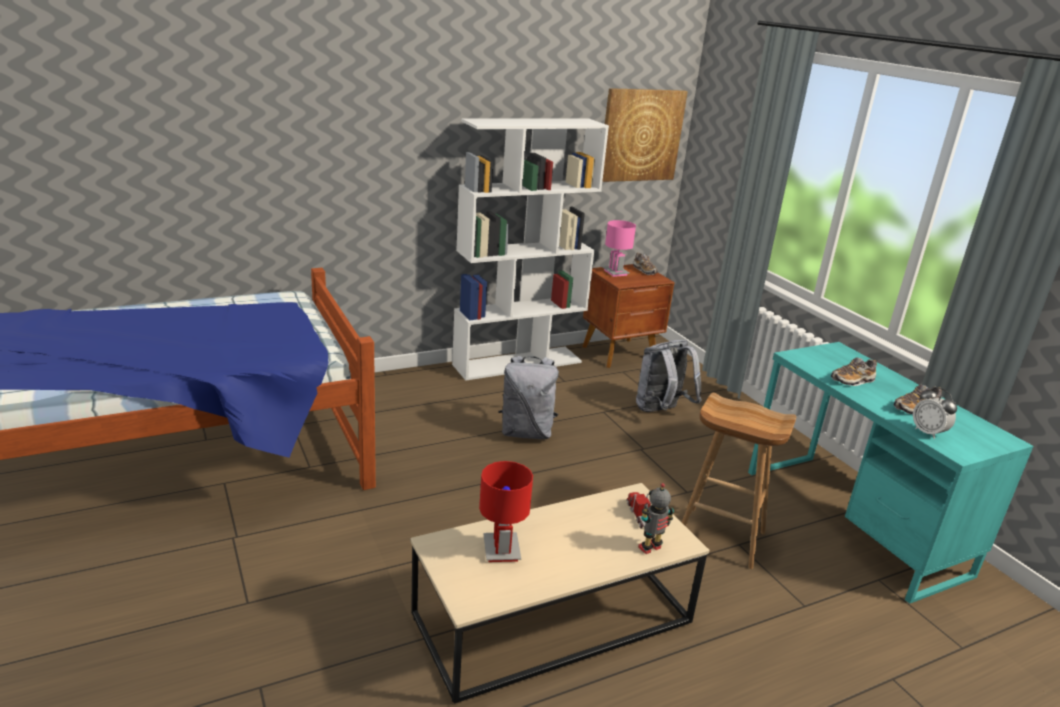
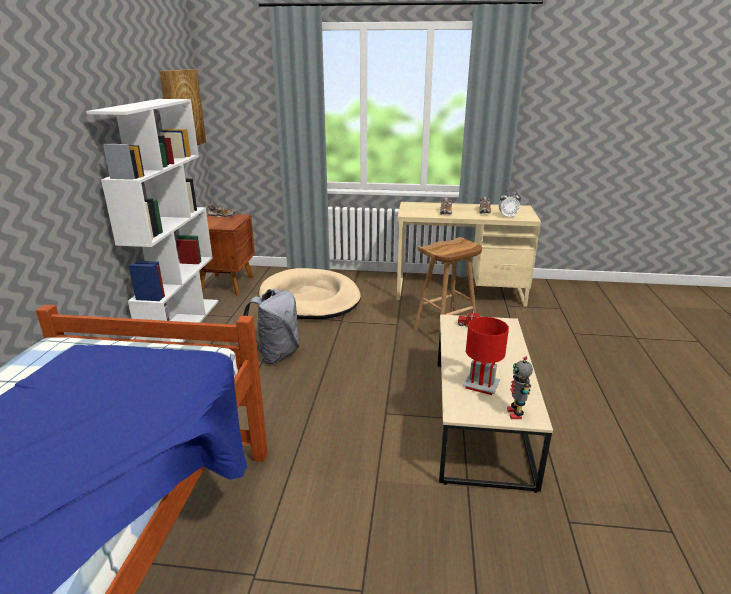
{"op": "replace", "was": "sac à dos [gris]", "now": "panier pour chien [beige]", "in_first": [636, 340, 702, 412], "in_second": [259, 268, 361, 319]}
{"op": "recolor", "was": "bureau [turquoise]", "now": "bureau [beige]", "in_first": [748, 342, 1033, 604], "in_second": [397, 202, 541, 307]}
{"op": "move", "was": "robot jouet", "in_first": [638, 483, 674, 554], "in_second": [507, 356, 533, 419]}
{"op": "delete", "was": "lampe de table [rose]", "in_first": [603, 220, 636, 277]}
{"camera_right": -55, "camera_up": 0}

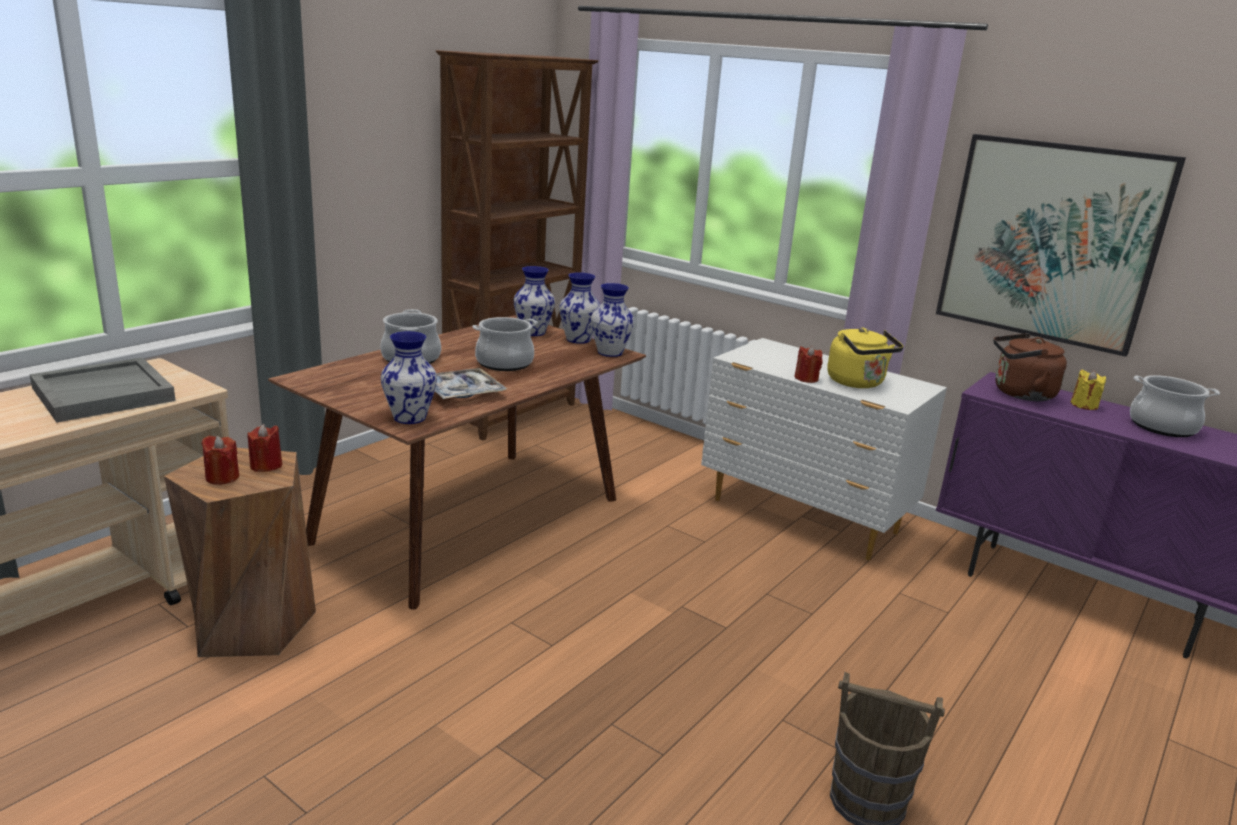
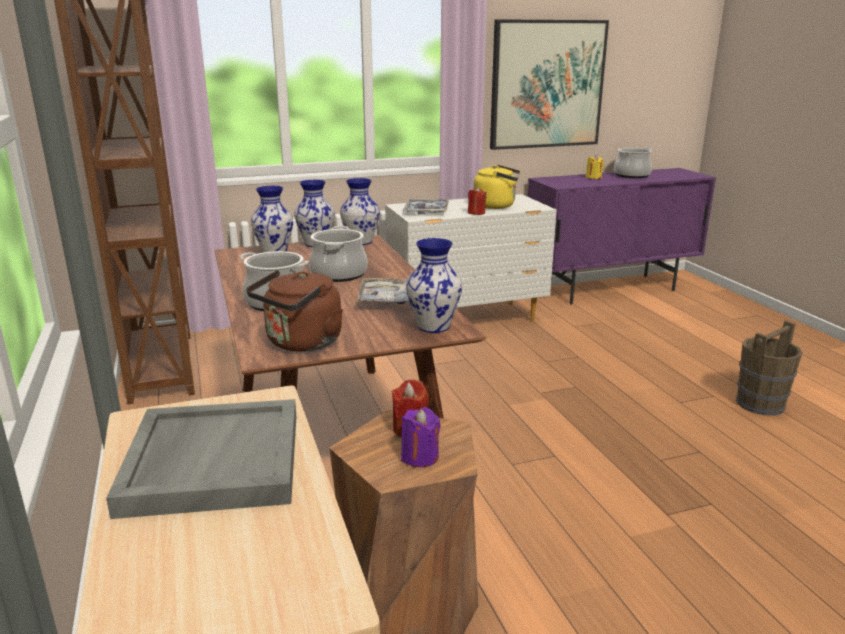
{"op": "move", "was": "bouilloire [marron]", "in_first": [994, 333, 1067, 401], "in_second": [246, 270, 343, 352]}
{"op": "recolor", "was": "bougie [rouge]", "now": "bougie [violet]", "in_first": [201, 436, 239, 485], "in_second": [401, 407, 441, 467]}
{"op": "insert", "now": "plateau", "in_second": [403, 199, 449, 214]}
{"camera_right": -55, "camera_up": 0}

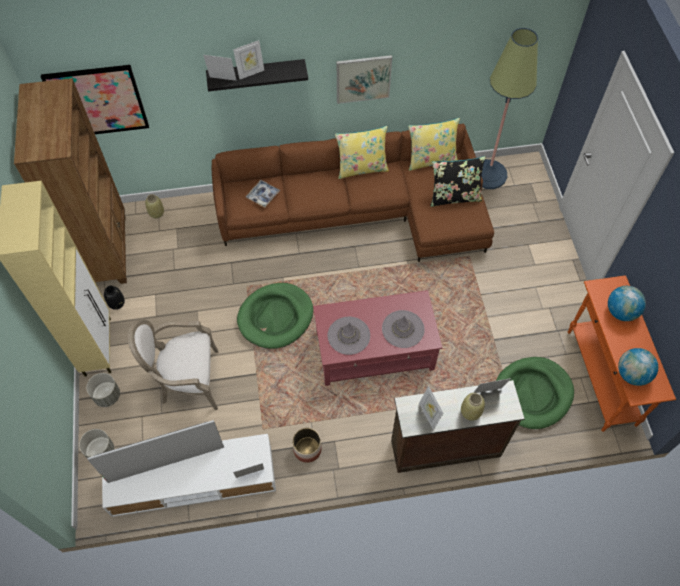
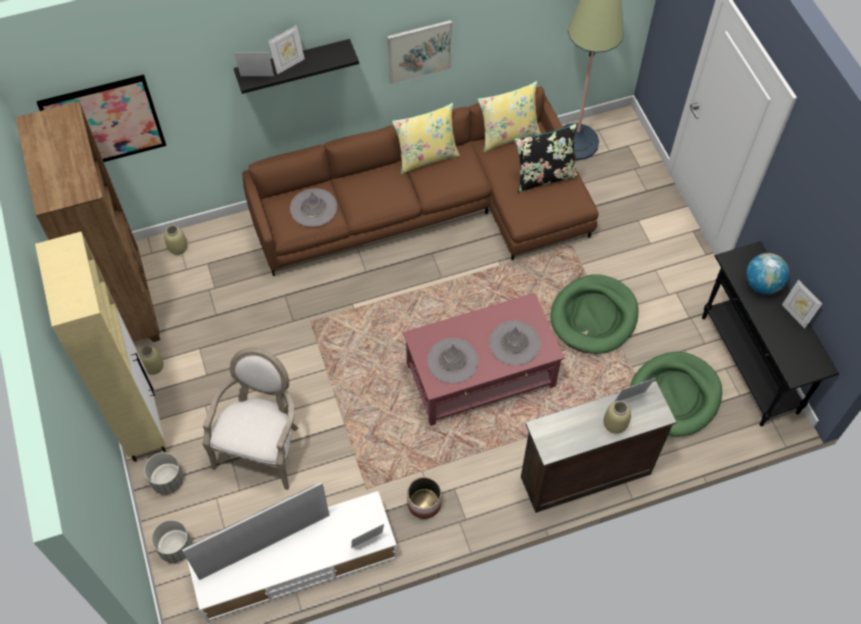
{"op": "recolor", "was": "vase [noir]", "now": "vase [beige]", "in_first": [104, 286, 125, 310], "in_second": [139, 346, 164, 375]}
{"op": "rotate", "was": "fauteuil", "in_first": [128, 319, 218, 410], "in_second": [202, 348, 298, 490], "clockwise": 120}
{"op": "replace", "was": "plateau", "now": "chapeau [gris]", "in_first": [246, 180, 281, 208], "in_second": [290, 188, 337, 227]}
{"op": "move", "was": "panier pour chien [vert]", "in_first": [237, 283, 313, 349], "in_second": [551, 274, 638, 354]}
{"op": "recolor", "was": "table console [orange]", "now": "table console [noir]", "in_first": [568, 275, 676, 432], "in_second": [702, 241, 839, 426]}
{"op": "move", "was": "cadre photo", "in_first": [419, 386, 443, 430], "in_second": [782, 280, 822, 328]}
{"op": "delete", "was": "globe", "in_first": [618, 348, 658, 386]}
{"camera_right": -10, "camera_up": 0}

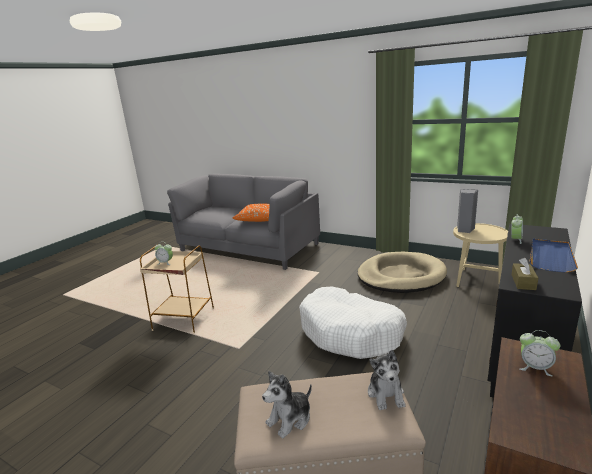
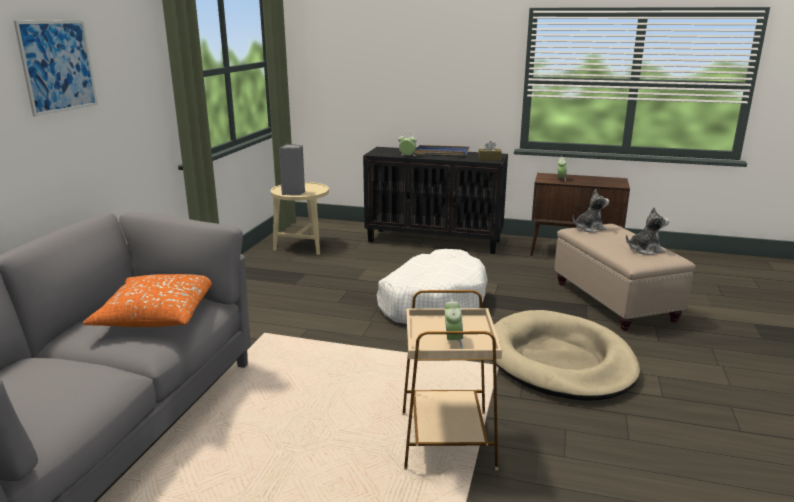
{"op": "insert", "now": "tableau", "in_second": [14, 20, 98, 117]}
{"op": "move", "was": "panier pour chien [beige]", "in_first": [358, 252, 447, 293], "in_second": [492, 310, 640, 401]}
{"op": "rotate", "was": "peluche", "in_first": [262, 371, 312, 438], "in_second": [626, 207, 669, 255], "clockwise": -45}
{"camera_right": -105, "camera_up": 0}

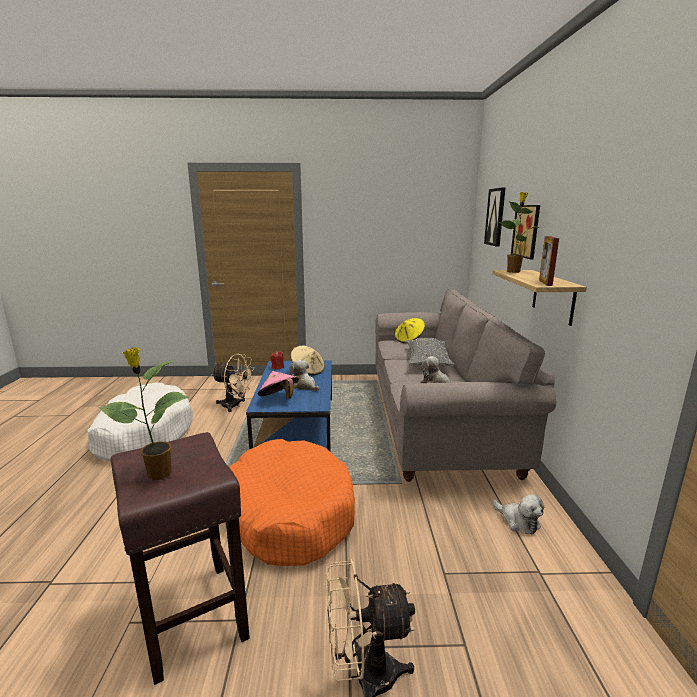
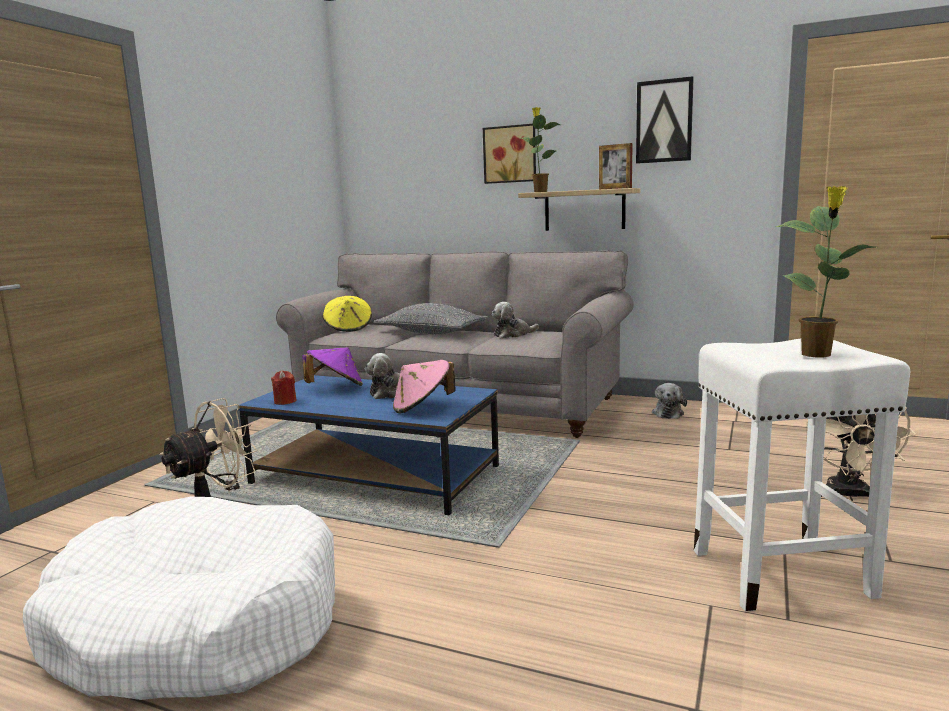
{"op": "recolor", "was": "chapeau [beige]", "now": "chapeau [violet]", "in_first": [291, 346, 325, 375], "in_second": [302, 347, 363, 386]}
{"op": "move", "was": "tableau", "in_first": [484, 187, 506, 247], "in_second": [636, 76, 694, 164]}
{"op": "rotate", "was": "peluche", "in_first": [493, 494, 544, 534], "in_second": [652, 383, 687, 419], "clockwise": 120}
{"op": "recolor", "was": "tabouret [marron]", "now": "tabouret [blanc]", "in_first": [111, 432, 250, 685], "in_second": [694, 339, 910, 612]}
{"op": "delete", "was": "panier pour chien [orange]", "in_first": [224, 439, 355, 566]}
{"camera_right": -65, "camera_up": -5}

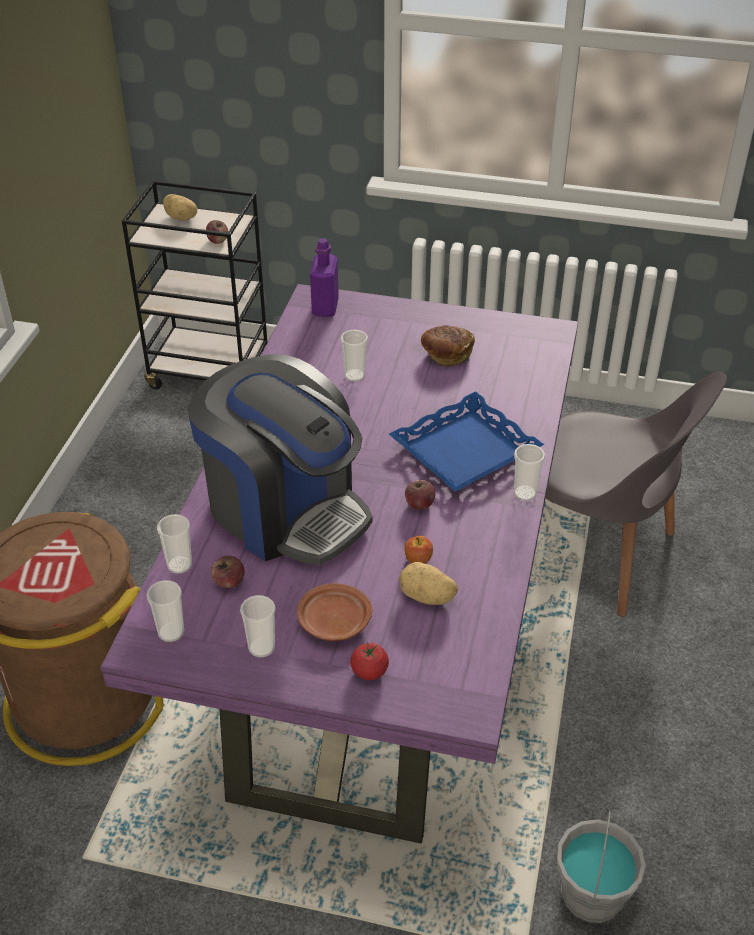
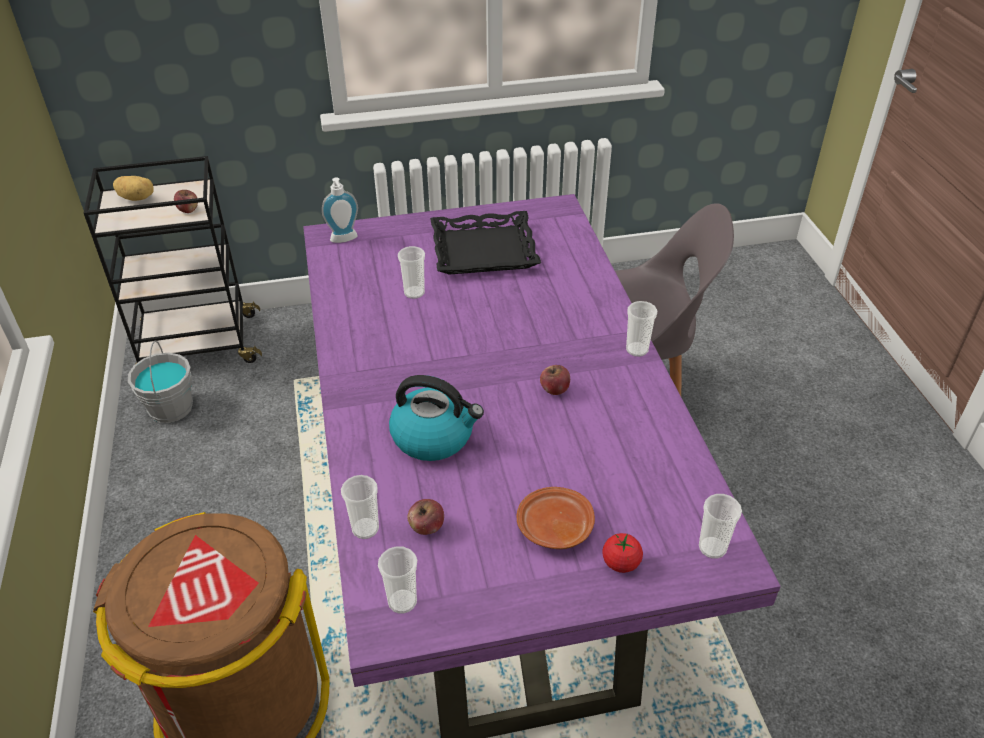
{"op": "move", "was": "seau [gris]", "in_first": [557, 811, 646, 923], "in_second": [128, 341, 193, 423]}
{"op": "replace", "was": "bouteille [violet]", "now": "distributeur de savon", "in_first": [310, 238, 339, 317], "in_second": [322, 177, 358, 243]}
{"op": "replace", "was": "machine à café", "now": "bouilloire", "in_first": [187, 354, 372, 565], "in_second": [389, 375, 484, 461]}
{"op": "replace", "was": "pain", "now": "plateau [noir]", "in_first": [421, 325, 475, 367], "in_second": [430, 211, 541, 275]}
{"op": "move", "was": "tasse", "in_first": [240, 595, 276, 658], "in_second": [699, 494, 742, 559]}
{"op": "delete", "was": "plateau [bleu]", "in_first": [389, 391, 544, 492]}
{"op": "delete", "was": "pomme de terre", "in_first": [399, 562, 458, 605]}
{"op": "delete", "was": "pomme", "in_first": [404, 536, 433, 564]}
{"camera_right": -25, "camera_up": 0}

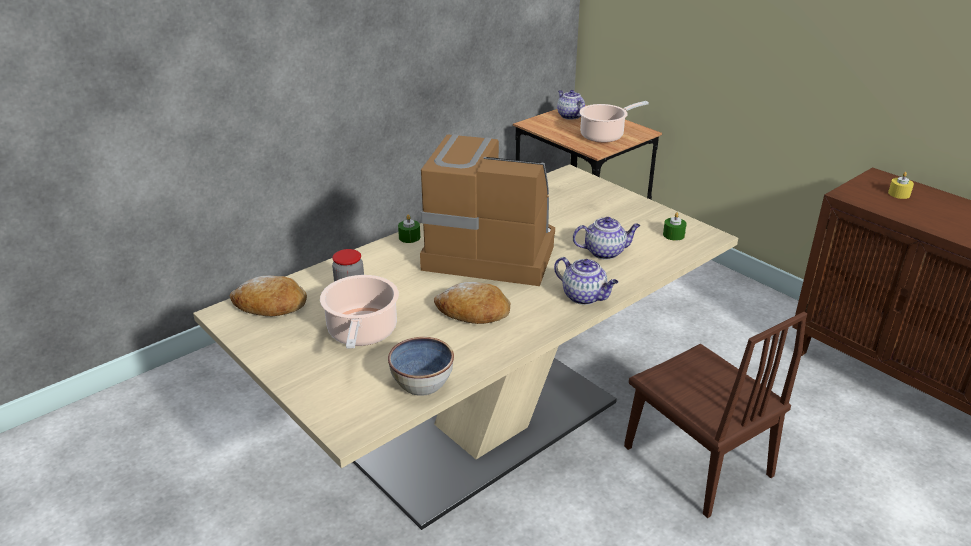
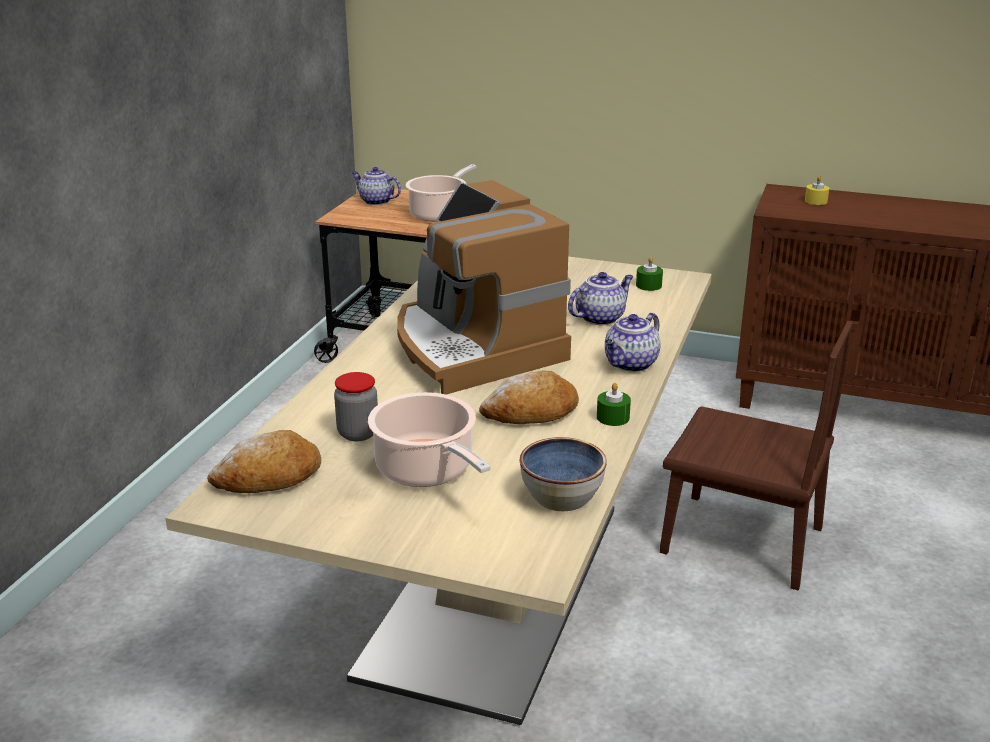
{"op": "rotate", "was": "machine à café", "in_first": [420, 134, 555, 286], "in_second": [397, 180, 571, 395], "clockwise": -105}
{"op": "move", "was": "bougie [vert]", "in_first": [398, 214, 420, 243], "in_second": [597, 383, 631, 426]}
{"op": "rotate", "was": "théière", "in_first": [554, 257, 618, 305], "in_second": [605, 313, 661, 372], "clockwise": 120}
{"camera_right": -30, "camera_up": -5}

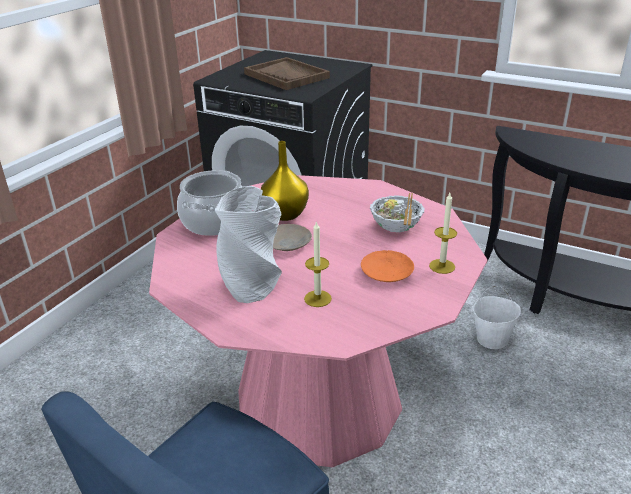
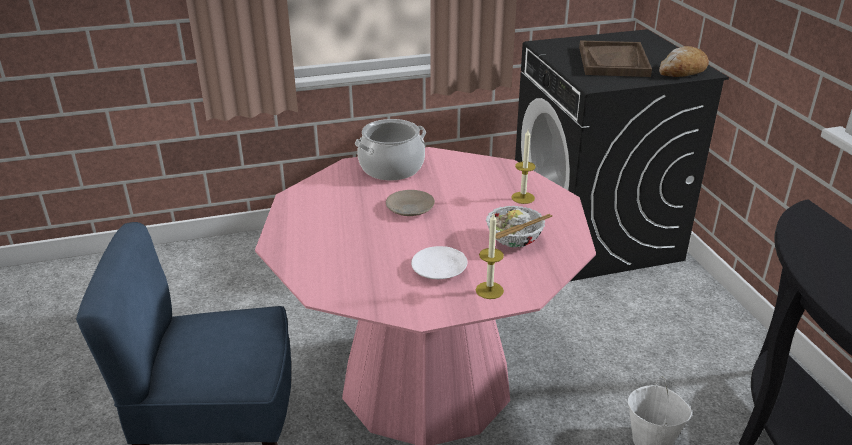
{"op": "recolor", "was": "assiette [orange]", "now": "assiette [blanc]", "in_first": [361, 250, 414, 282], "in_second": [411, 246, 468, 279]}
{"op": "move", "was": "bougie", "in_first": [304, 221, 332, 307], "in_second": [511, 130, 536, 204]}
{"op": "insert", "now": "pain", "in_second": [659, 46, 709, 77]}
{"op": "delete", "was": "vase [gris]", "in_first": [215, 186, 282, 303]}
{"op": "delete", "was": "vase [jaune]", "in_first": [261, 141, 309, 221]}
{"camera_right": 45, "camera_up": 0}

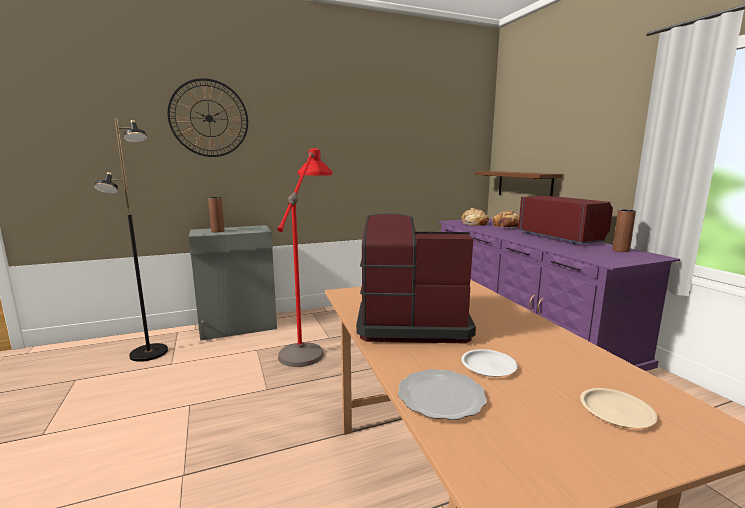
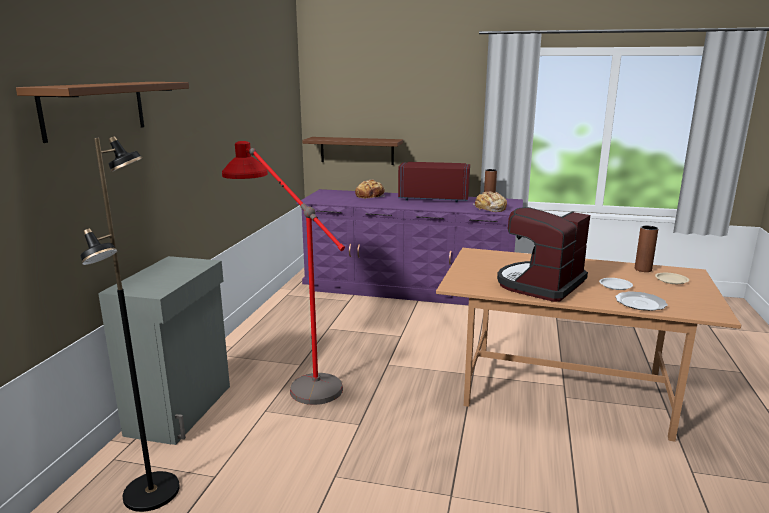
{"op": "replace", "was": "horloge murale", "now": "étagère [marron]", "in_first": [167, 78, 248, 157], "in_second": [16, 82, 189, 143]}
{"op": "move", "was": "pain", "in_first": [461, 208, 489, 226], "in_second": [473, 192, 507, 212]}
{"op": "move", "was": "vase [marron]", "in_first": [208, 197, 224, 232], "in_second": [635, 225, 658, 272]}
{"camera_right": -55, "camera_up": 5}

